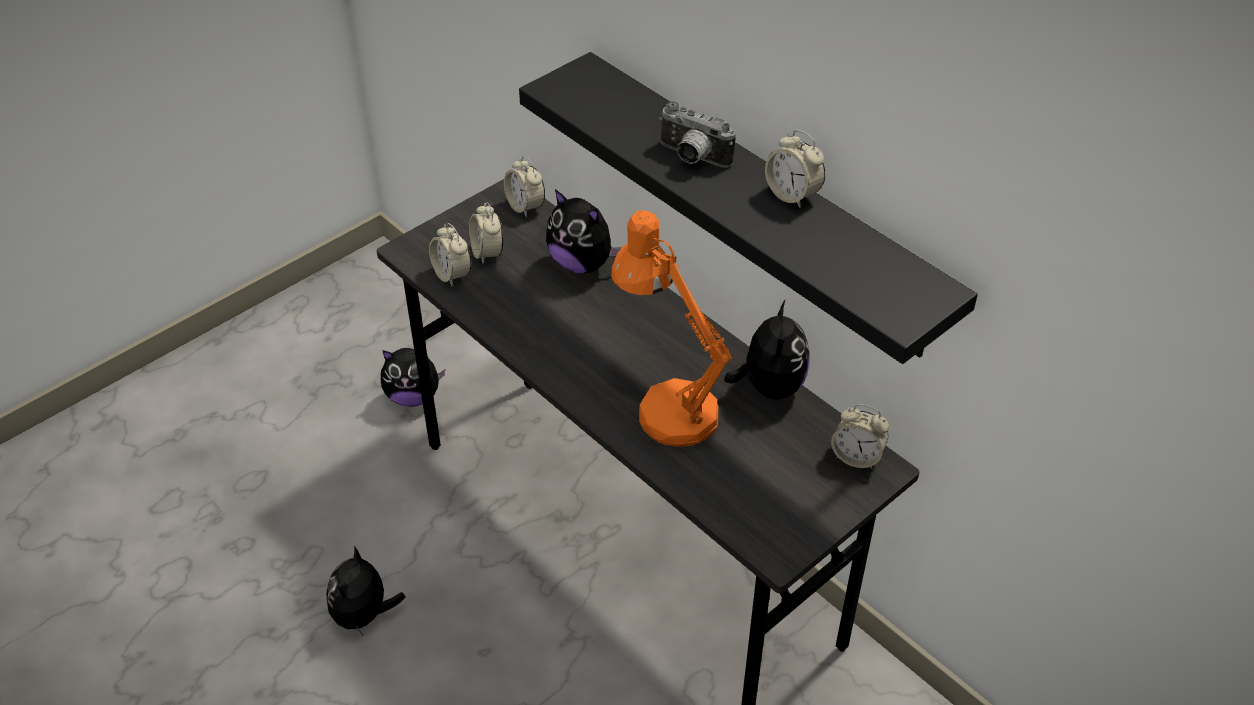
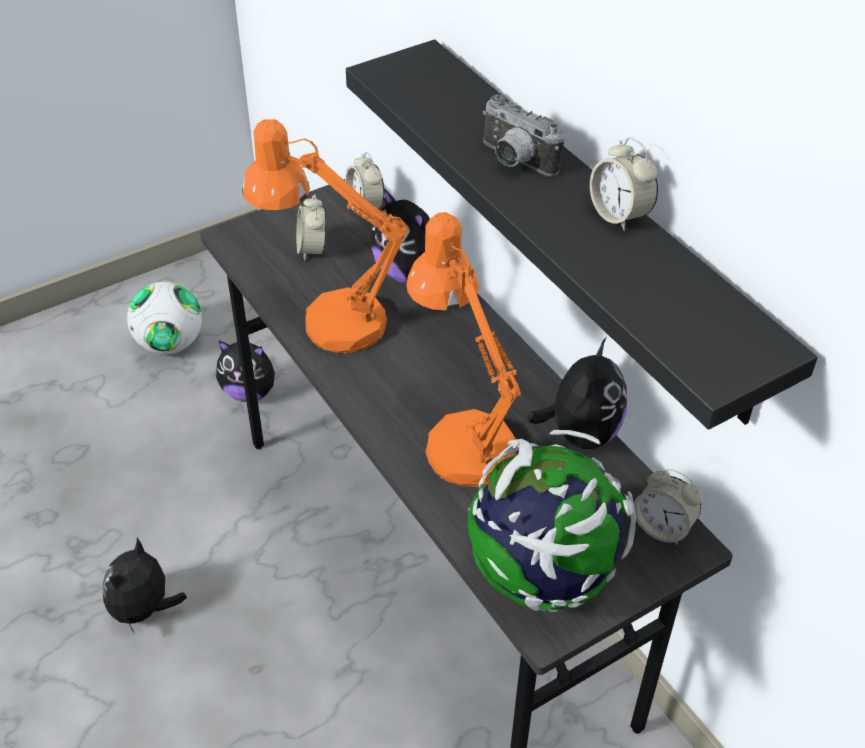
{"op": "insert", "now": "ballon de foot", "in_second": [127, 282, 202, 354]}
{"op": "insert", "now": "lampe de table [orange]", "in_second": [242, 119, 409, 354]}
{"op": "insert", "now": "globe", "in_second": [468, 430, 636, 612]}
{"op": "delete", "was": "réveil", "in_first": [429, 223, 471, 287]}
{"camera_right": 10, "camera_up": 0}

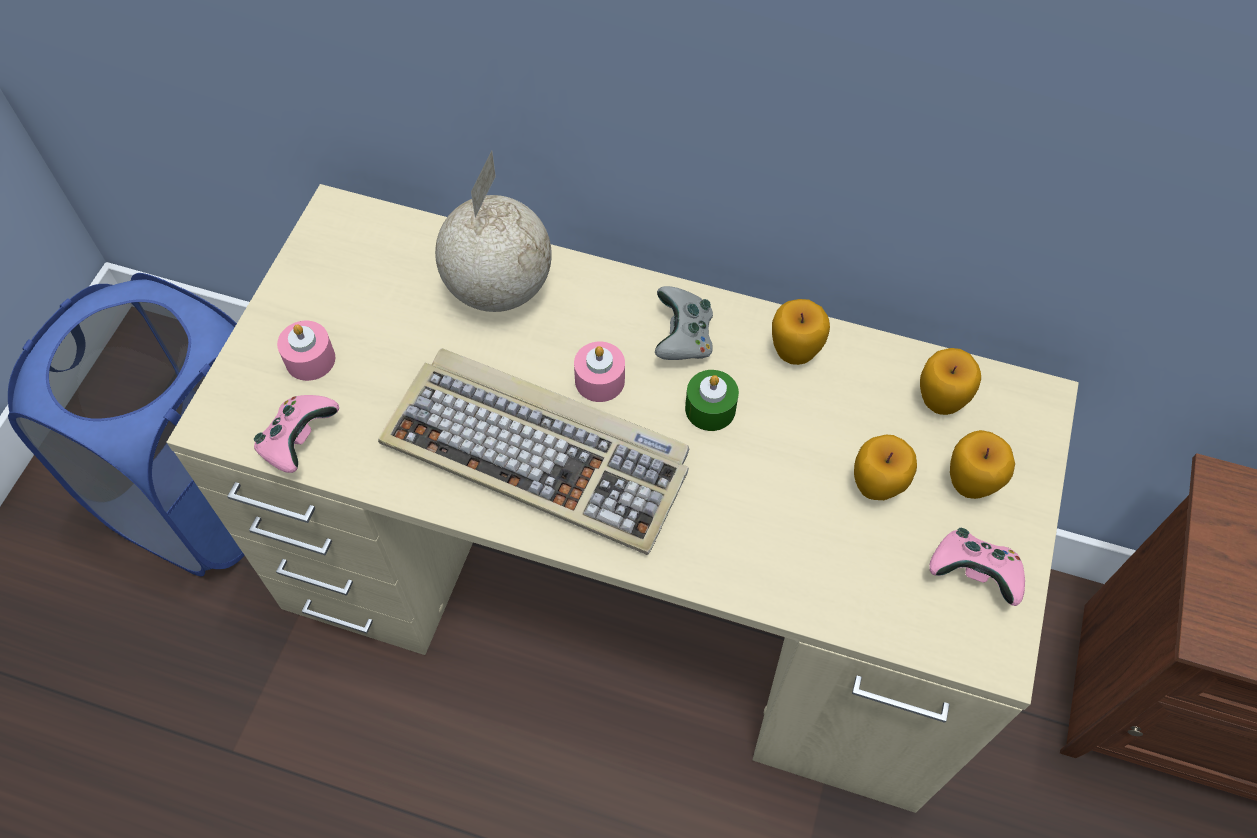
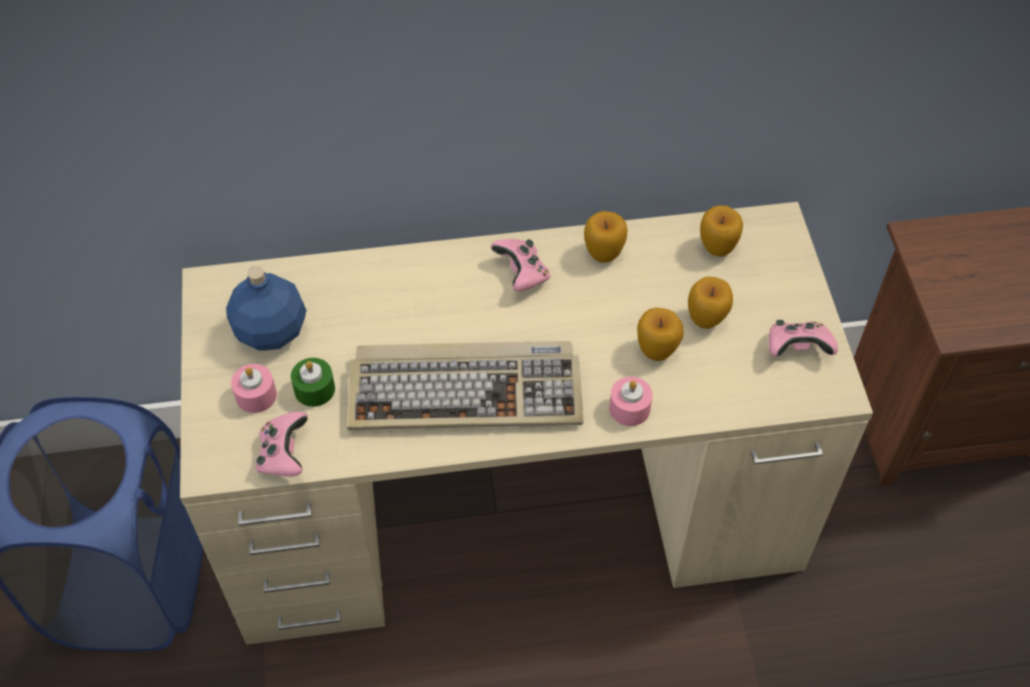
{"op": "insert", "now": "bouteille [bleu]", "in_second": [226, 266, 306, 351]}
{"op": "move", "was": "bougie [vert]", "in_first": [685, 370, 739, 431], "in_second": [291, 358, 335, 407]}
{"op": "recolor", "was": "manette [gris]", "now": "manette [rose]", "in_first": [655, 286, 713, 360], "in_second": [491, 239, 550, 292]}
{"op": "move", "was": "bougie [rose]", "in_first": [574, 342, 625, 402], "in_second": [609, 377, 653, 426]}
{"op": "move", "was": "pomme", "in_first": [950, 430, 1015, 499], "in_second": [637, 308, 684, 361]}
{"op": "delete", "was": "globe", "in_first": [435, 151, 552, 312]}
{"camera_right": -25, "camera_up": -5}

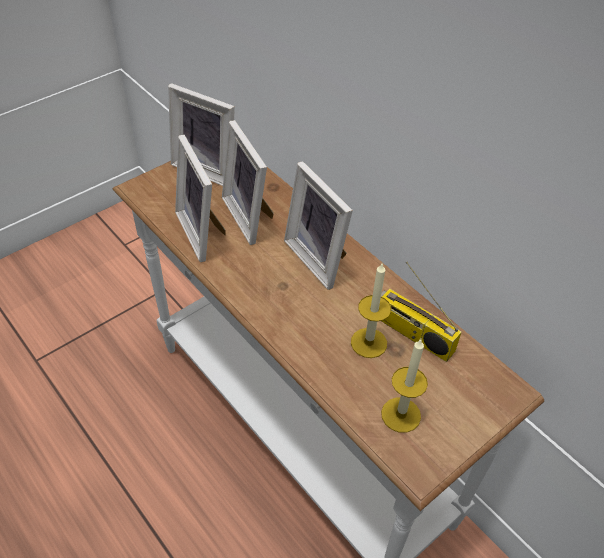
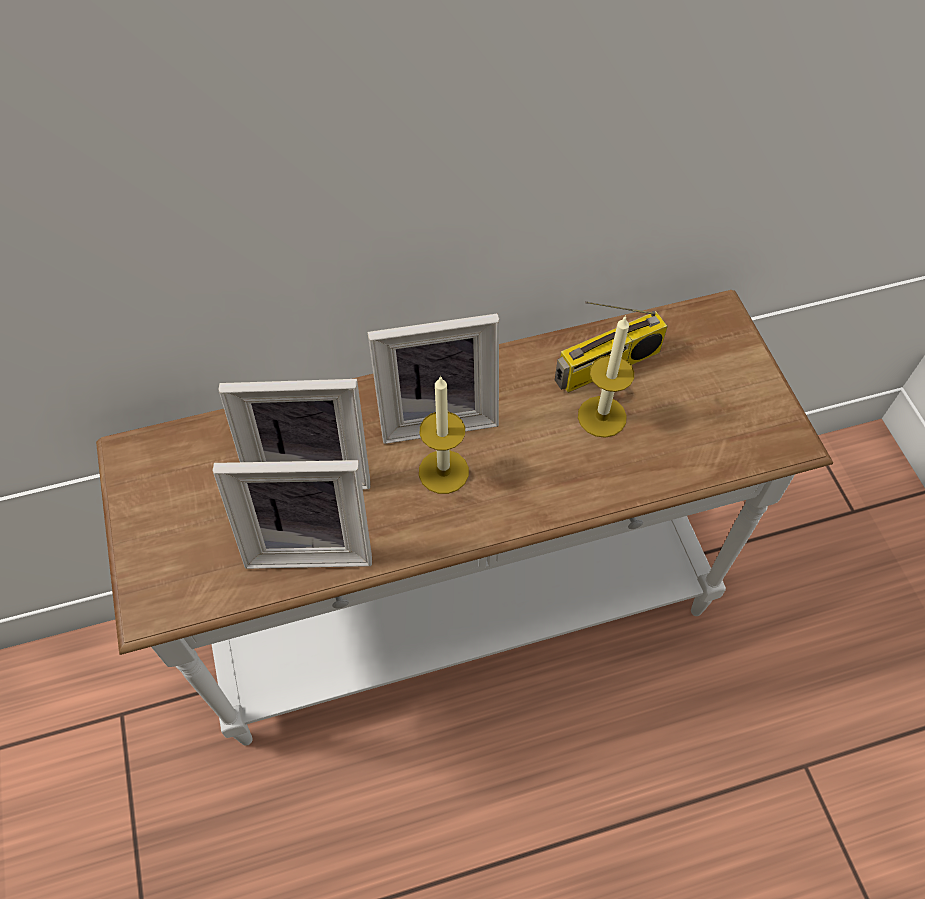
{"op": "move", "was": "bougie", "in_first": [381, 339, 428, 433], "in_second": [419, 375, 469, 494]}
{"op": "delete", "was": "cadre photo", "in_first": [168, 83, 235, 186]}
{"camera_right": -65, "camera_up": 10}

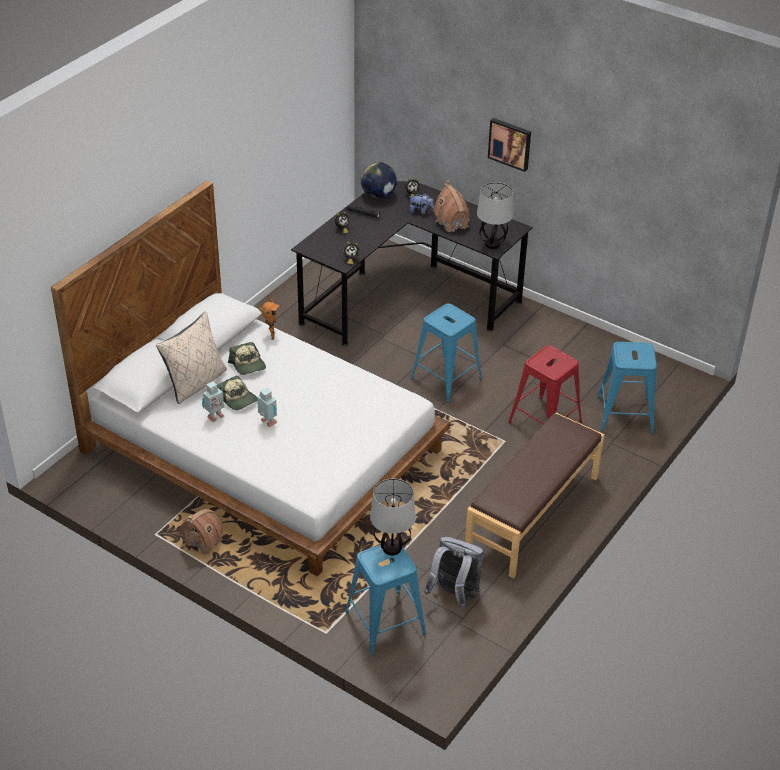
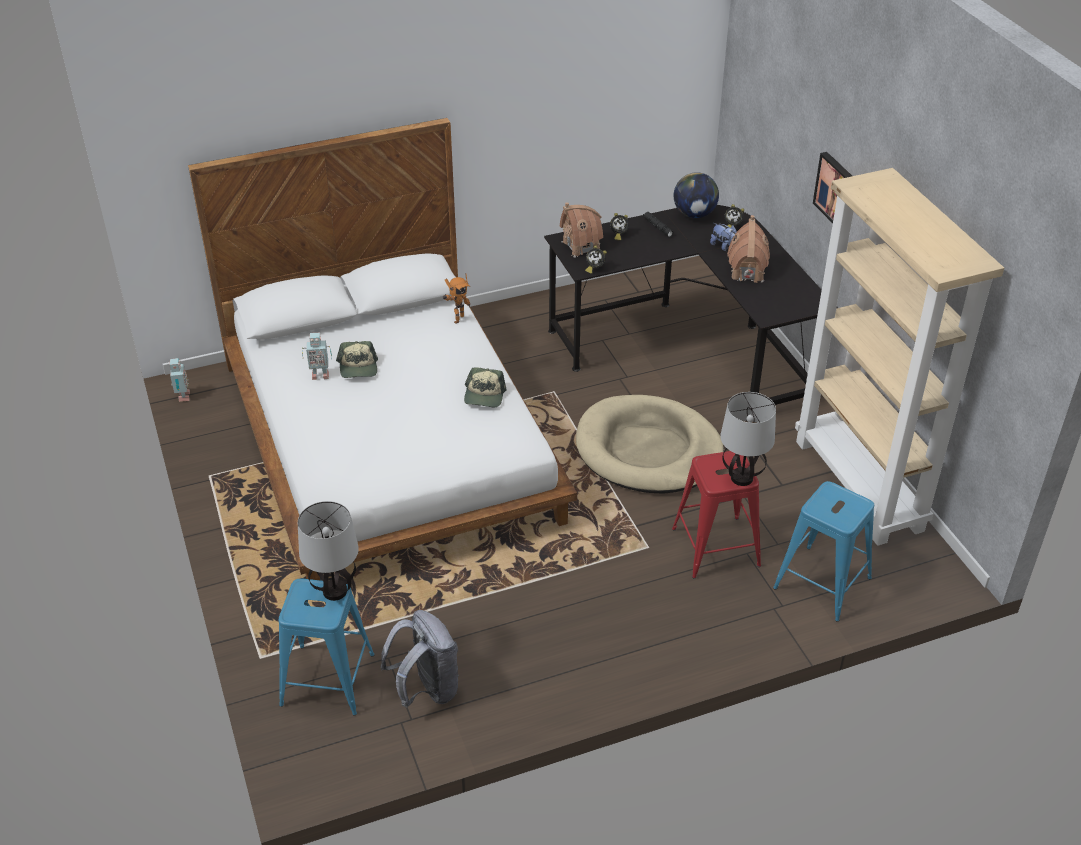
{"op": "move", "was": "robot jouet", "in_first": [257, 388, 277, 427], "in_second": [169, 358, 190, 402]}
{"op": "move", "was": "casquette", "in_first": [228, 342, 266, 375], "in_second": [464, 367, 507, 407]}
{"op": "move", "was": "maison miniature", "in_first": [180, 509, 223, 556], "in_second": [560, 202, 603, 258]}
{"op": "replace", "was": "tabouret [bleu]", "now": "panier pour chien [beige]", "in_first": [410, 303, 482, 402], "in_second": [576, 395, 724, 494]}
{"op": "move", "was": "lampe de table", "in_first": [477, 182, 513, 249], "in_second": [720, 392, 776, 486]}
{"op": "insert", "now": "bibliothèque [beige]", "in_second": [795, 168, 1004, 546]}
{"op": "delete", "was": "coussin [beige]", "in_first": [156, 312, 227, 404]}
{"op": "delete", "was": "banc [marron]", "in_first": [465, 413, 604, 579]}
{"camera_right": 35, "camera_up": 0}

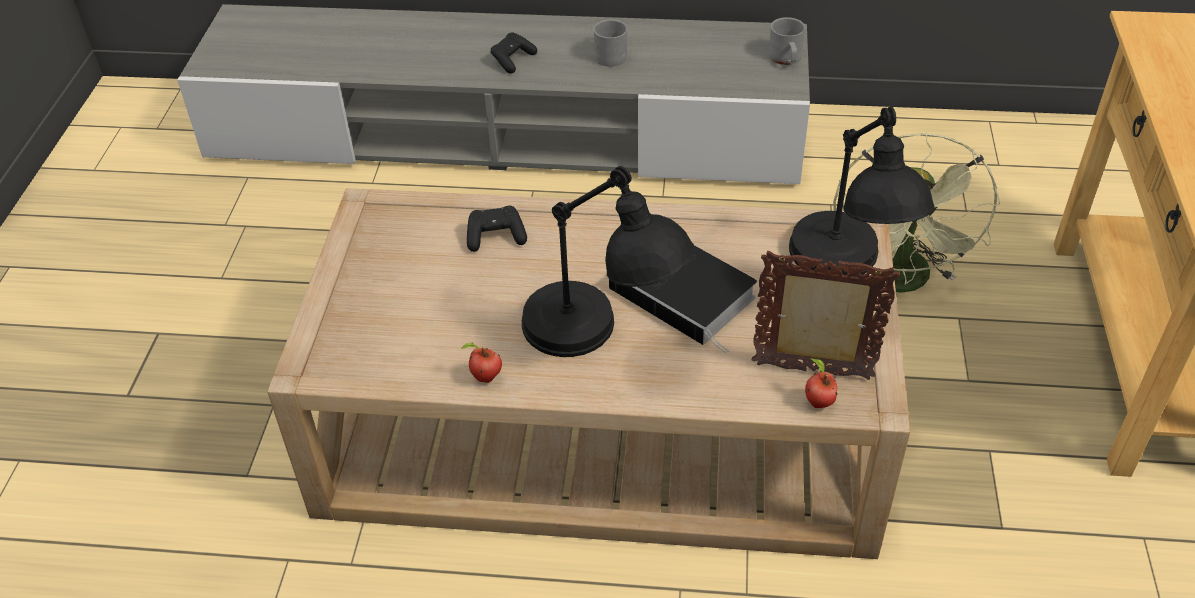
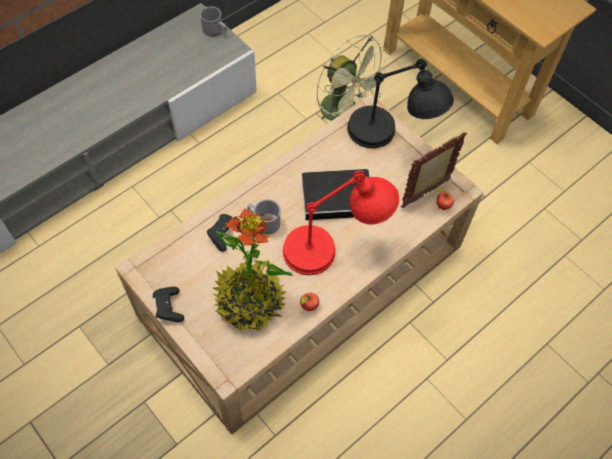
{"op": "move", "was": "manette [noir]", "in_first": [491, 33, 537, 73], "in_second": [153, 287, 184, 322]}
{"op": "insert", "now": "plante en pot", "in_second": [213, 209, 293, 331]}
{"op": "move", "was": "mug [gris]", "in_first": [593, 19, 628, 66], "in_second": [247, 199, 281, 235]}
{"op": "recolor", "was": "lampe de table [noir]", "now": "lampe de table [rouge]", "in_first": [522, 166, 694, 357], "in_second": [283, 171, 399, 275]}
{"camera_right": -50, "camera_up": 15}

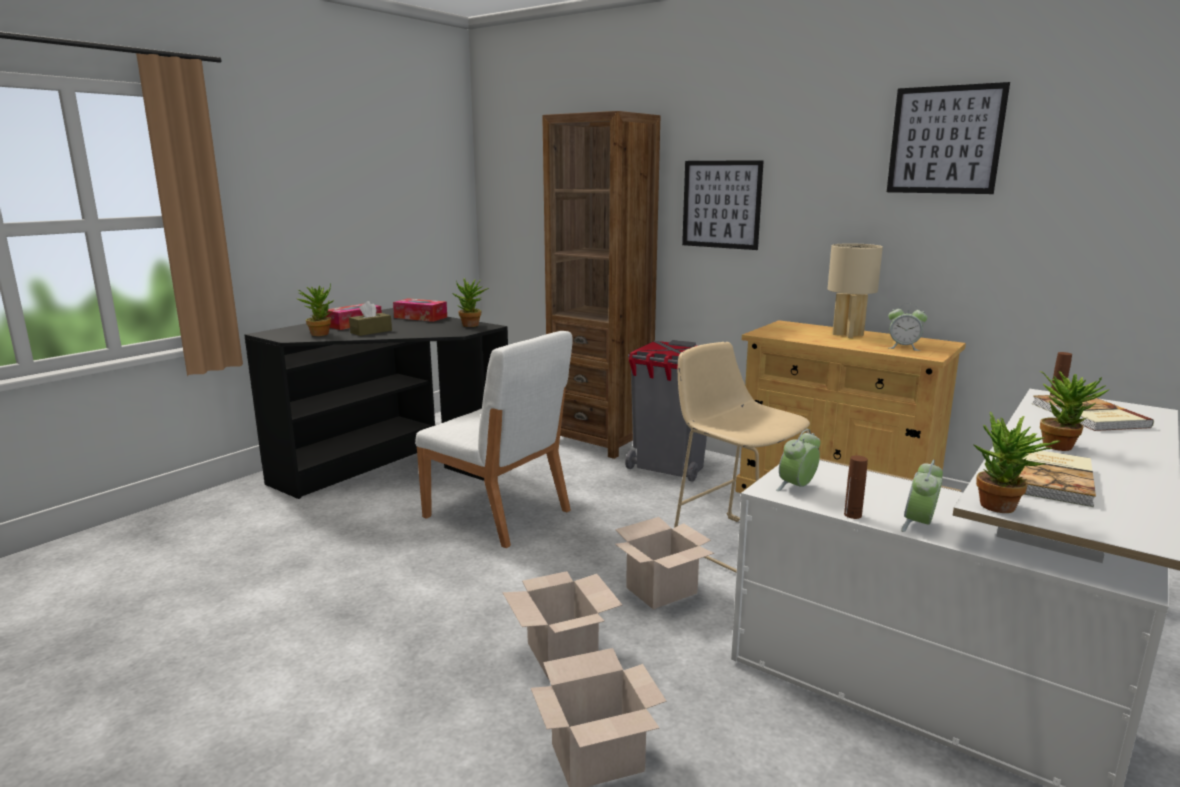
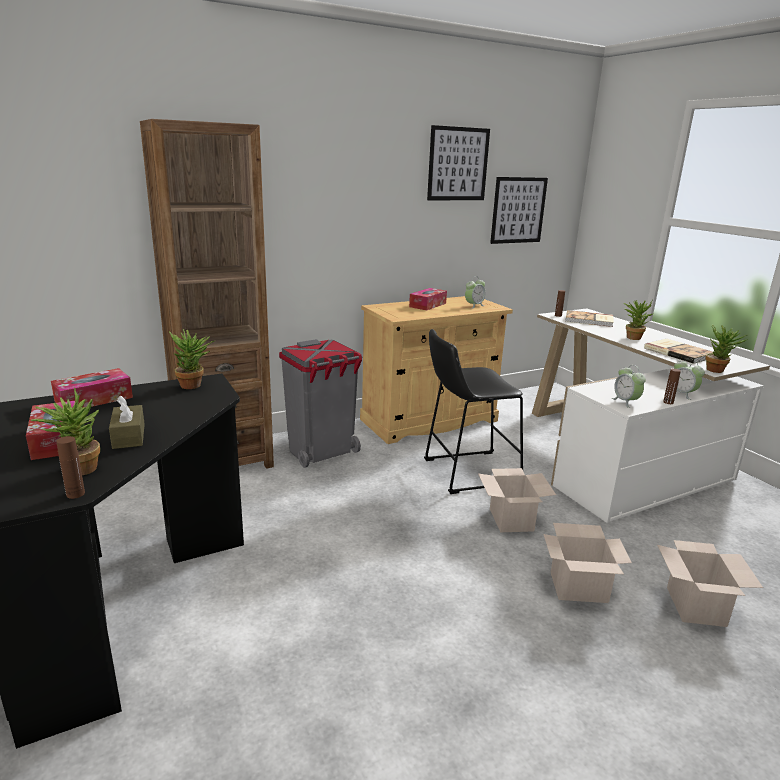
{"op": "insert", "now": "bouteille [marron]", "in_second": [56, 436, 85, 499]}
{"op": "replace", "was": "lampe de table [beige]", "now": "boîte à mouchoirs", "in_first": [828, 243, 883, 338], "in_second": [409, 288, 447, 310]}
{"op": "recolor", "was": "tabouret [beige]", "now": "tabouret [noir]", "in_first": [674, 342, 810, 573], "in_second": [424, 329, 523, 494]}
{"op": "move", "was": "tableau", "in_first": [682, 160, 764, 250], "in_second": [490, 177, 548, 244]}
{"op": "delete", "was": "chaise [blanc]", "in_first": [415, 331, 573, 548]}
{"camera_right": -65, "camera_up": 5}

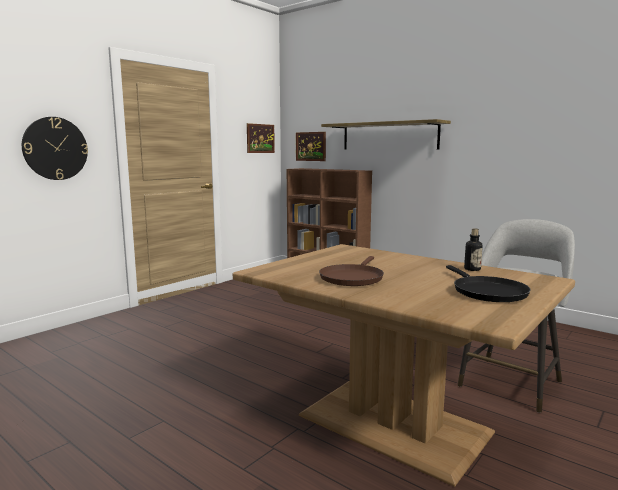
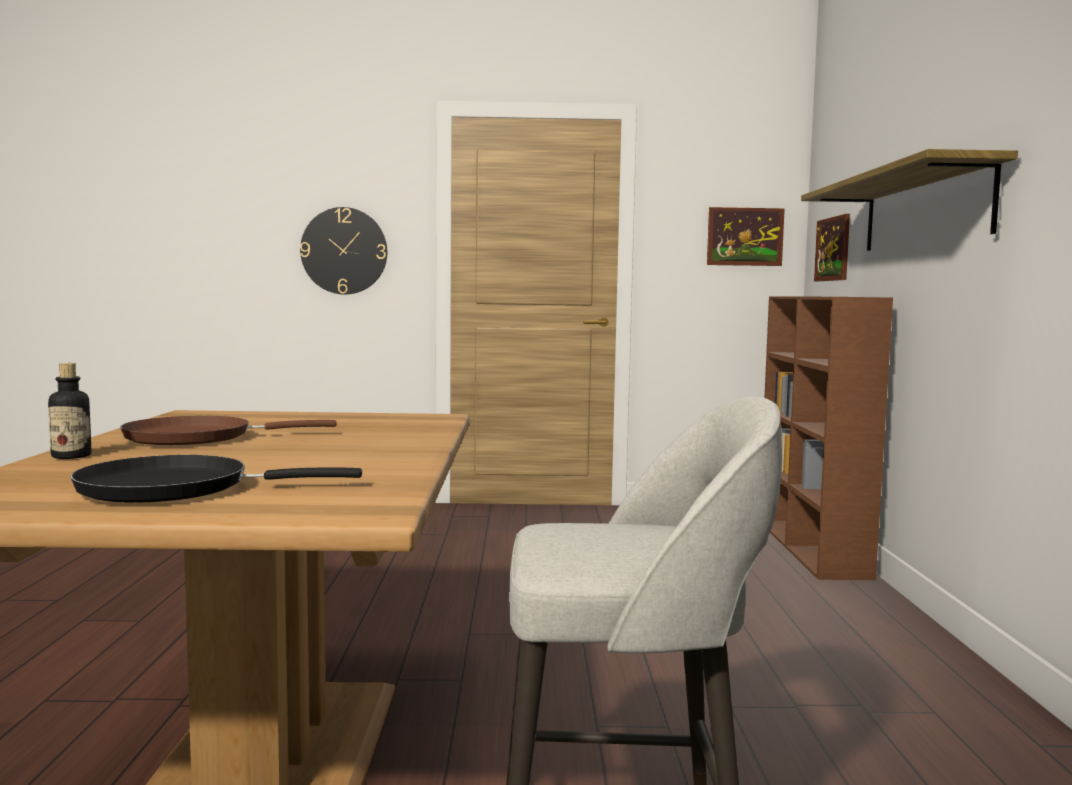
{"op": "move", "was": "bouteille", "in_first": [464, 228, 483, 271], "in_second": [48, 363, 91, 459]}
{"op": "rotate", "was": "poêle [noir]", "in_first": [446, 265, 531, 302], "in_second": [70, 455, 362, 503], "clockwise": 45}
{"camera_right": 50, "camera_up": -5}

